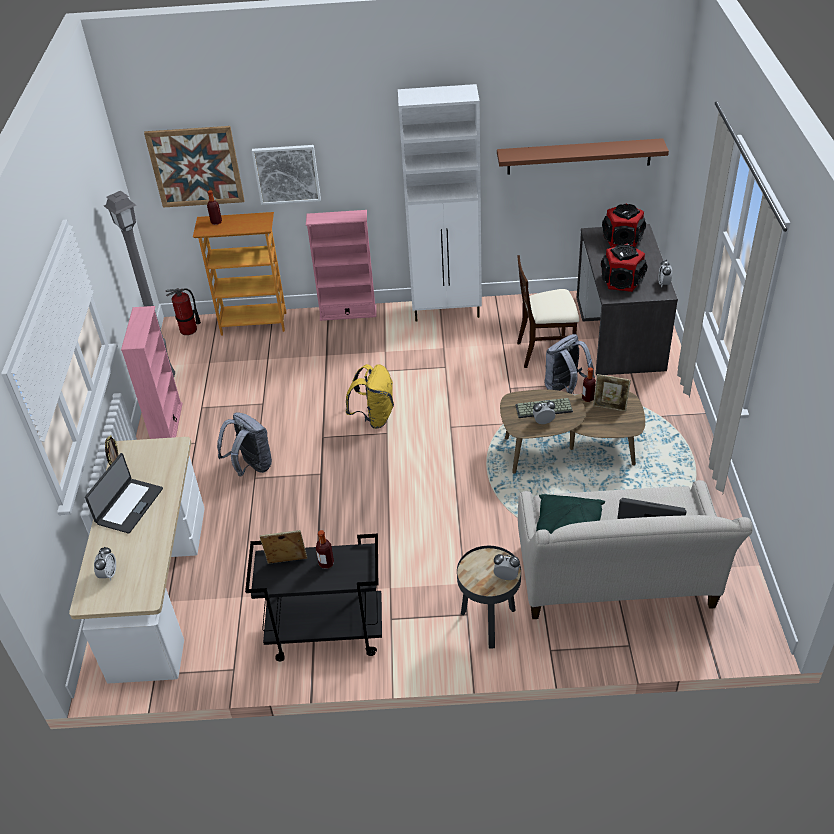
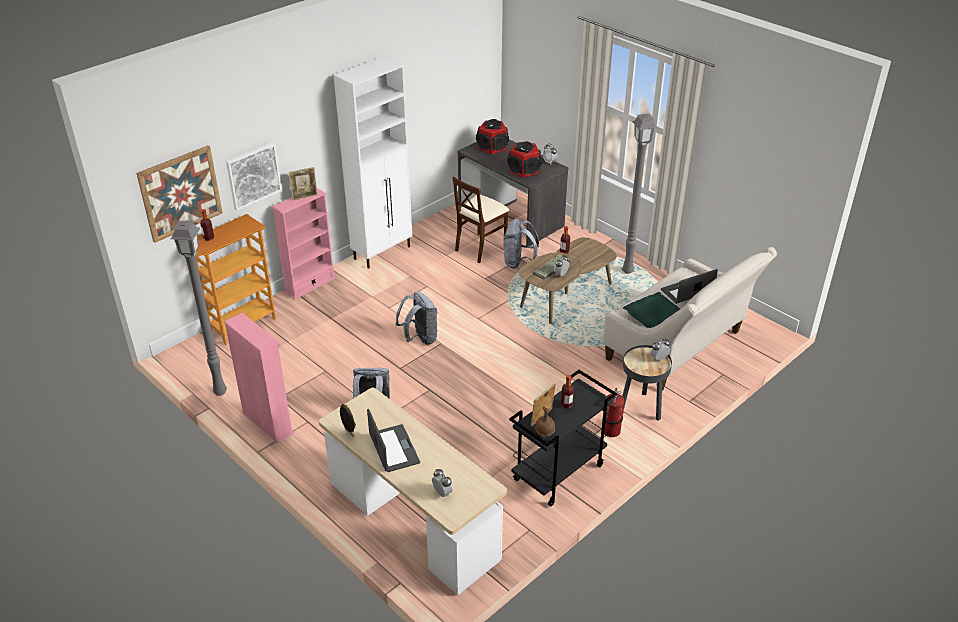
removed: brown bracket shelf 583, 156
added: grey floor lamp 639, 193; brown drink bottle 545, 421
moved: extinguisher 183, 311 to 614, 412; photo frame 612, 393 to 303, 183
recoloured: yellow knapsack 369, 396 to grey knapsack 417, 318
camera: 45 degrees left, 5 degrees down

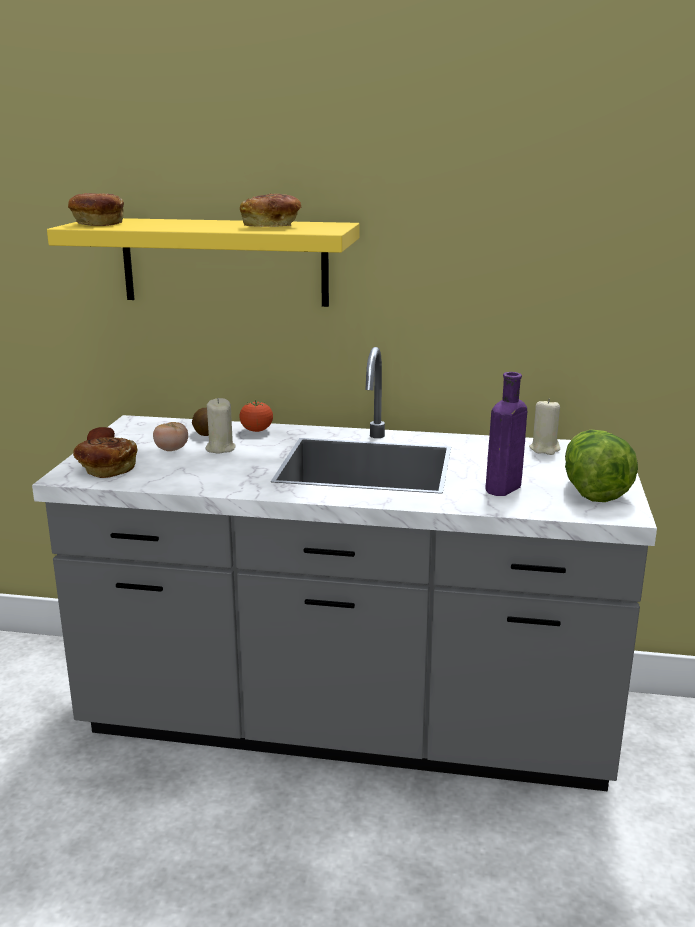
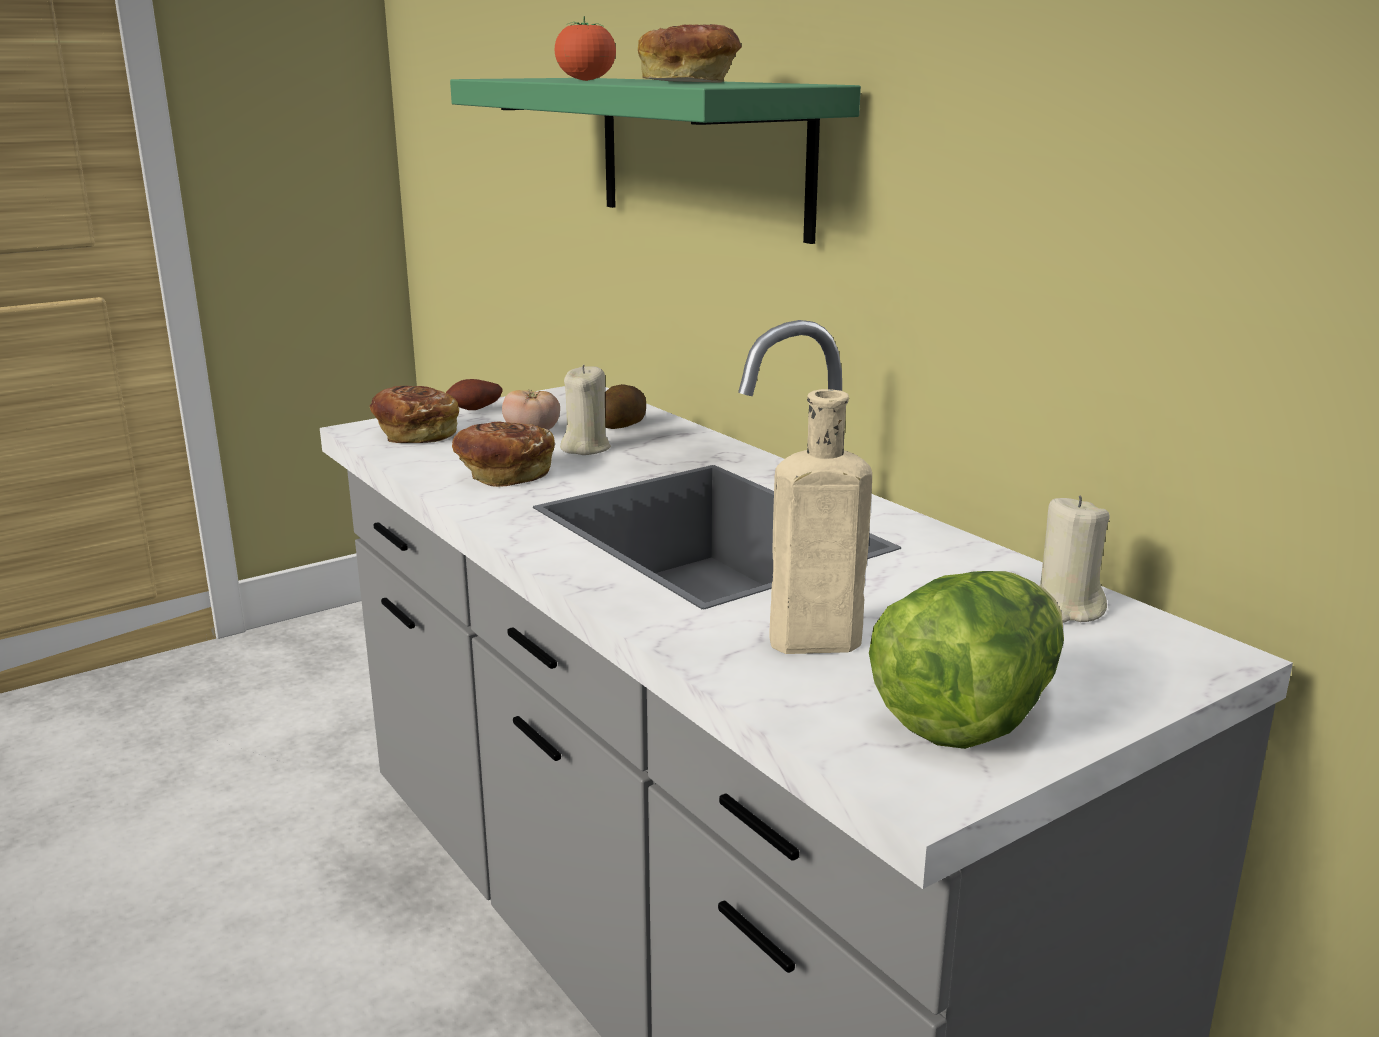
moved: bread 96, 209 to 503, 454; tomato 256, 416 to 585, 48
recoloured: yellow bracket shelf 203, 262 to greenish bracket shelf 655, 161; purple drink bottle 506, 434 to beige drink bottle 821, 521
camera: 45 degrees right, 0 degrees up

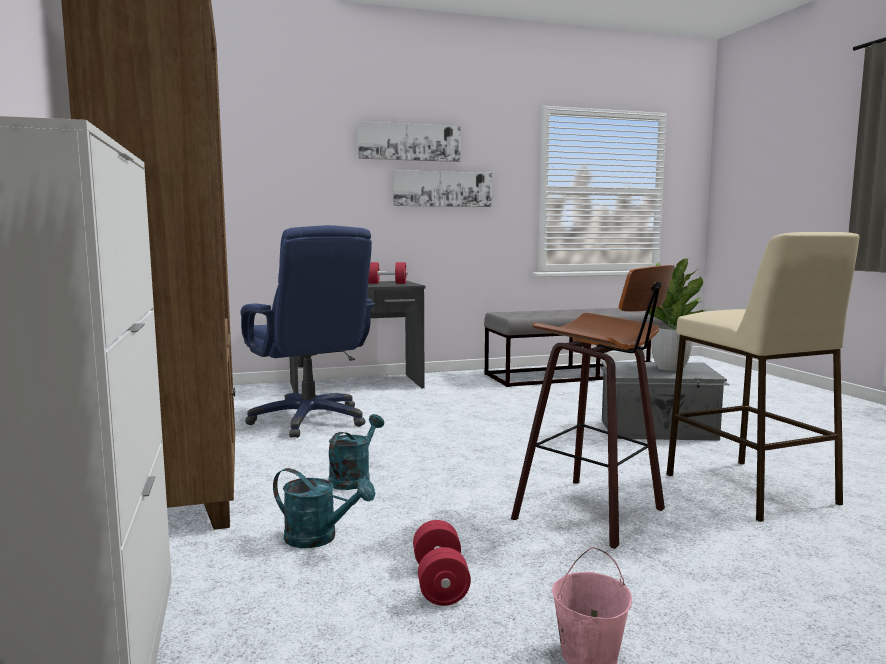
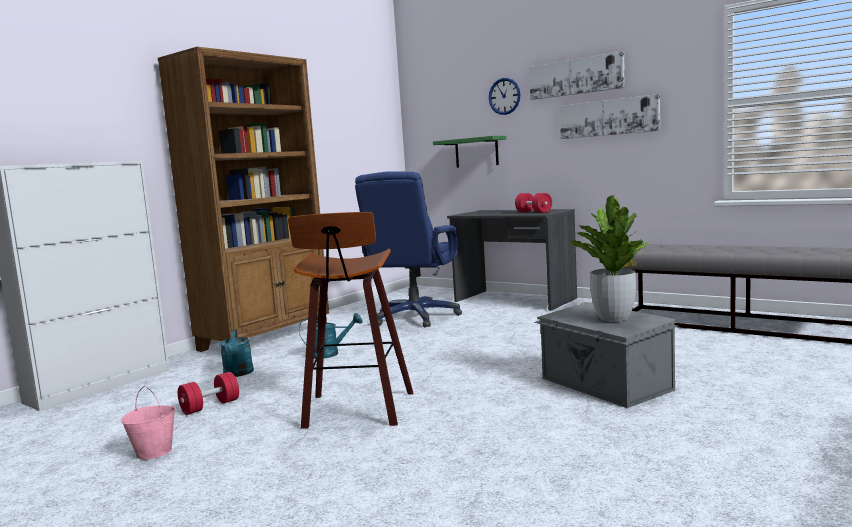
removed: beige sitting stool 763, 377
added: clock on the wall 505, 96; greenish bracket shelf 470, 152
camera: 55 degrees right, 0 degrees up

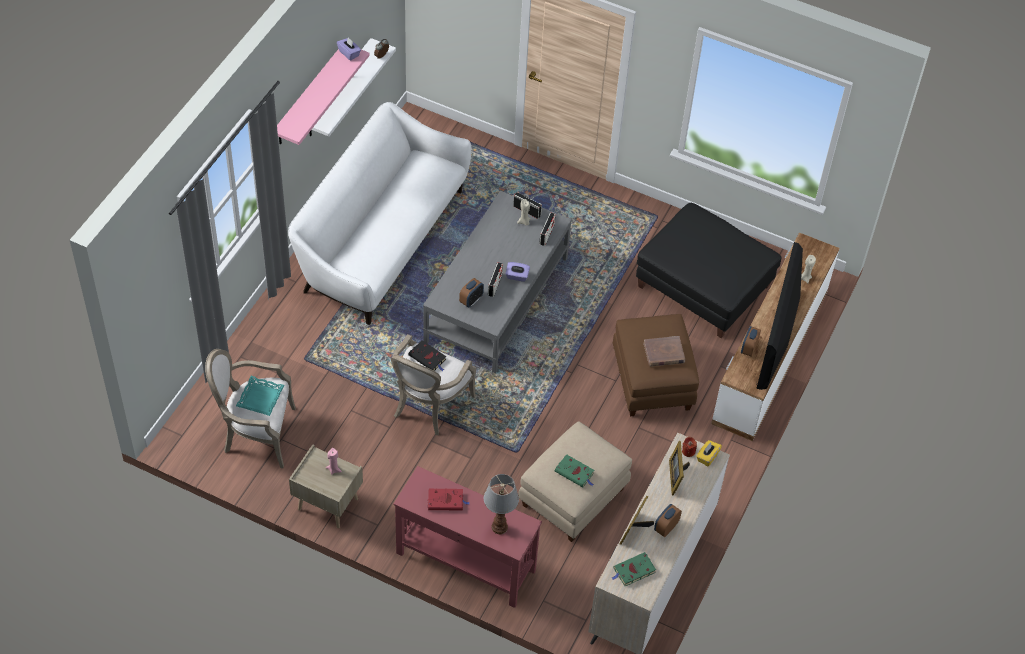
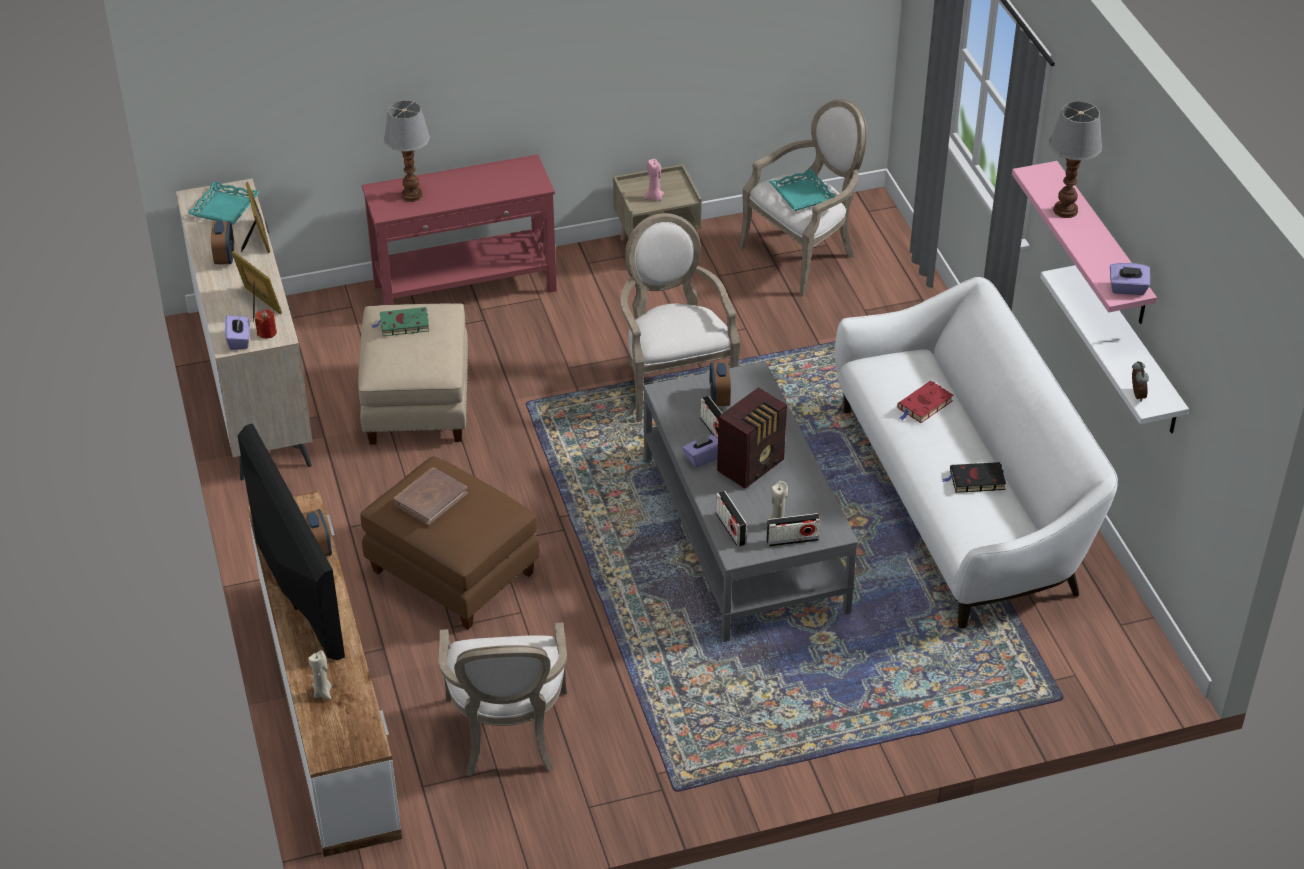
added: lamp for a table 1075, 159; radio receiver 752, 438
moved: blackish bound book 427, 355 to 974, 477; red bound book 449, 500 to 925, 402
replaced: blackish pouffe 709, 270 to armchair 502, 699; greenish bound book 634, 569 to turquoise serving tray 224, 203
recoloured: yellow tissue holder 709, 453 to purple tissue holder 237, 332
camera: 140 degrees right, 10 degrees down

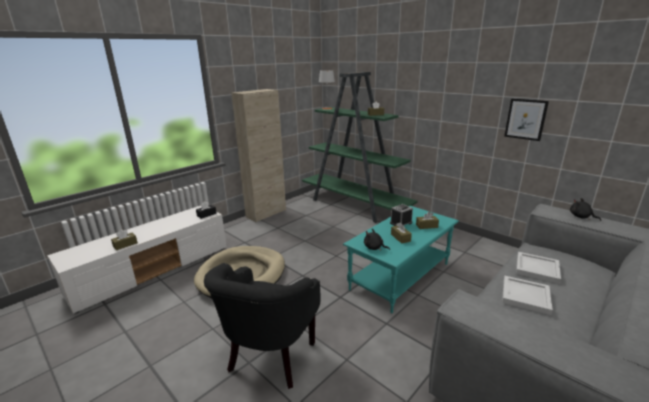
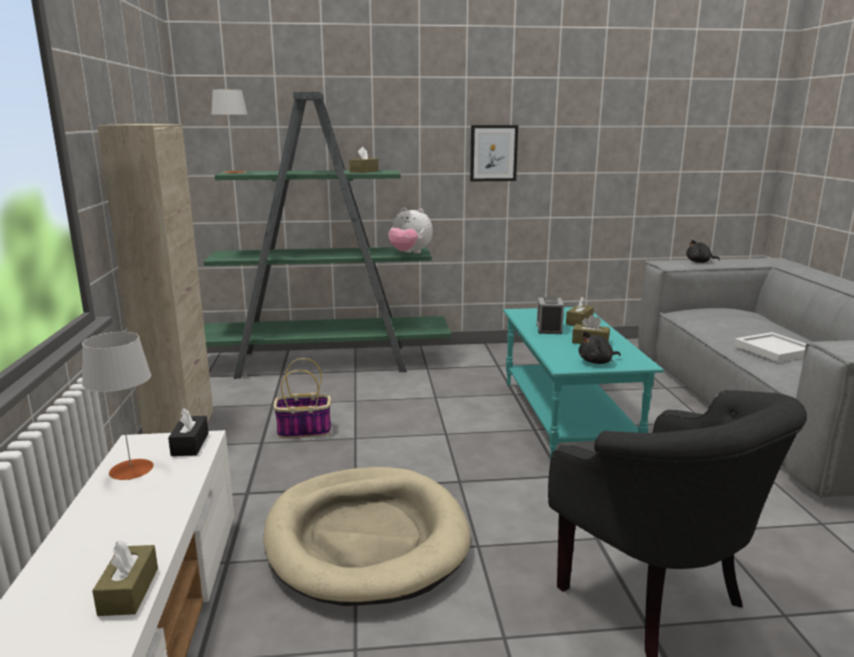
removed: whitish serving tray 538, 268
added: soft toy 410, 231; grey lamp for a table 118, 406; basket 302, 398
moved: picture 526, 120 to 494, 153
camera: 50 degrees left, 5 degrees down

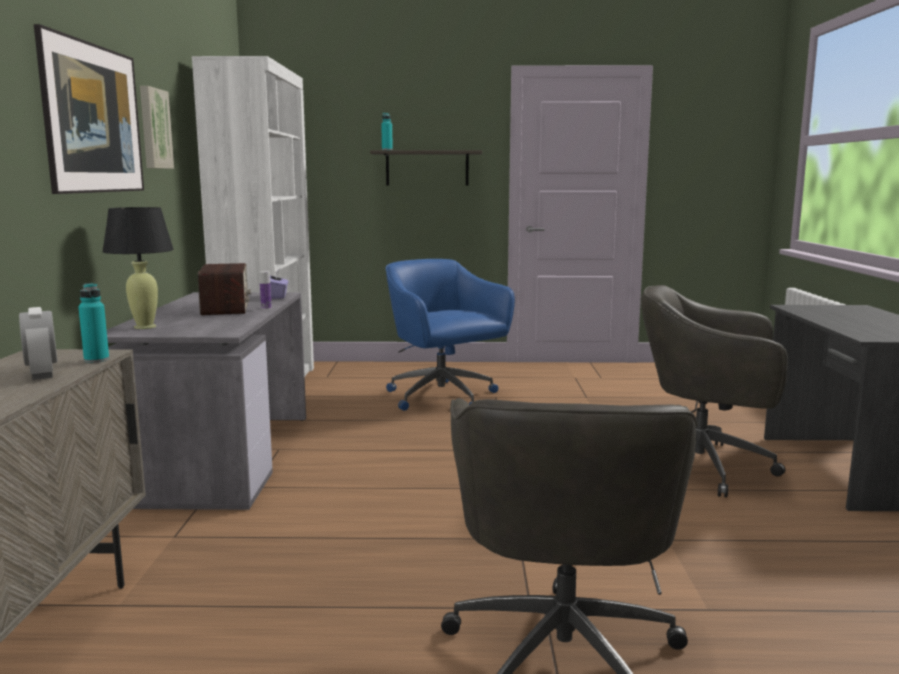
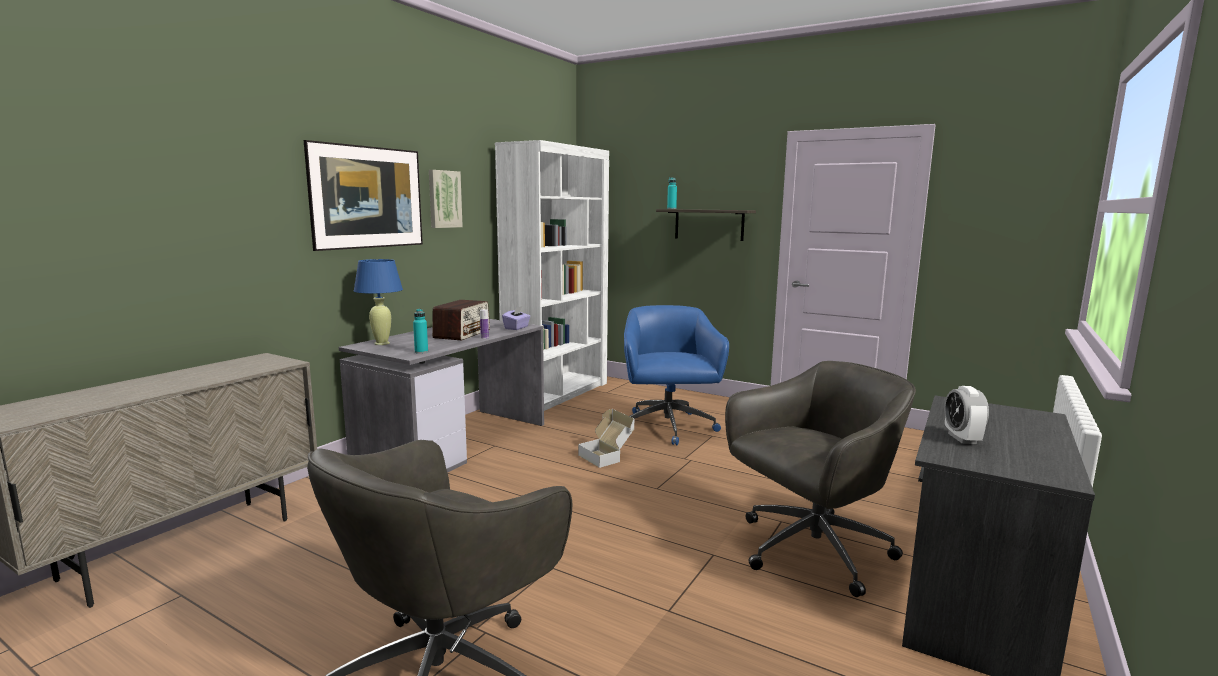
added: cardboard box 606, 438
moved: turquoise drink bottle 93, 323 to 420, 331; table clock 38, 343 to 966, 415
recoloured: blackish lamp for a table 138, 268 to bluish lamp for a table 378, 302
turned: grey computer chair 714, 391 = 820, 479 105 degrees clockwise
camera: 30 degrees right, 0 degrees up

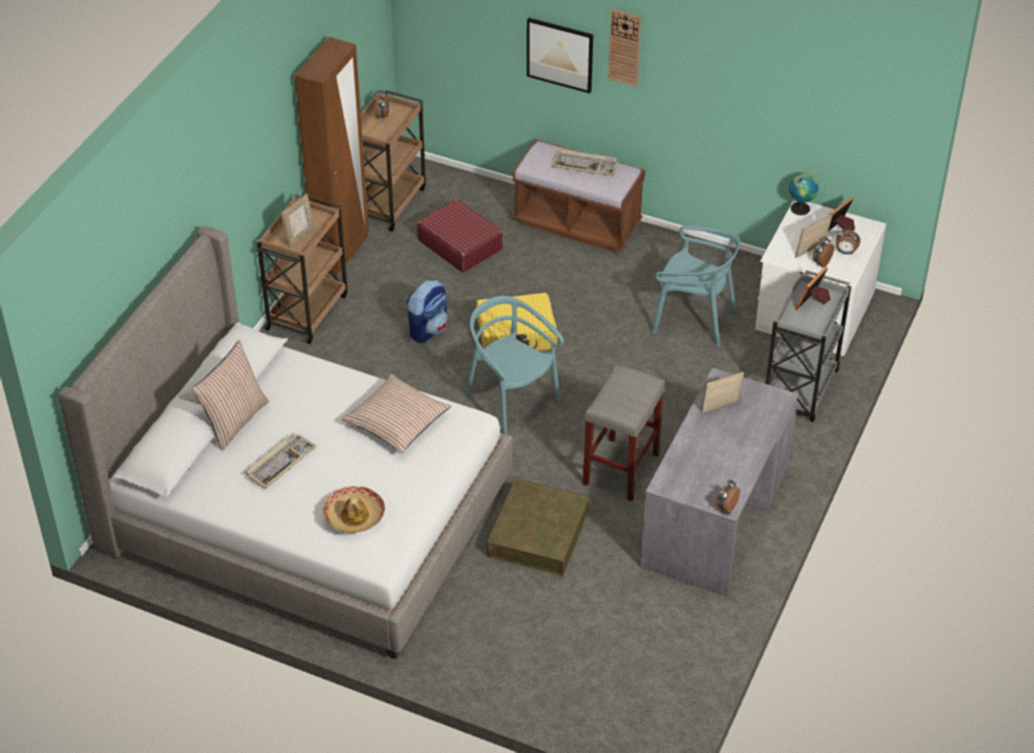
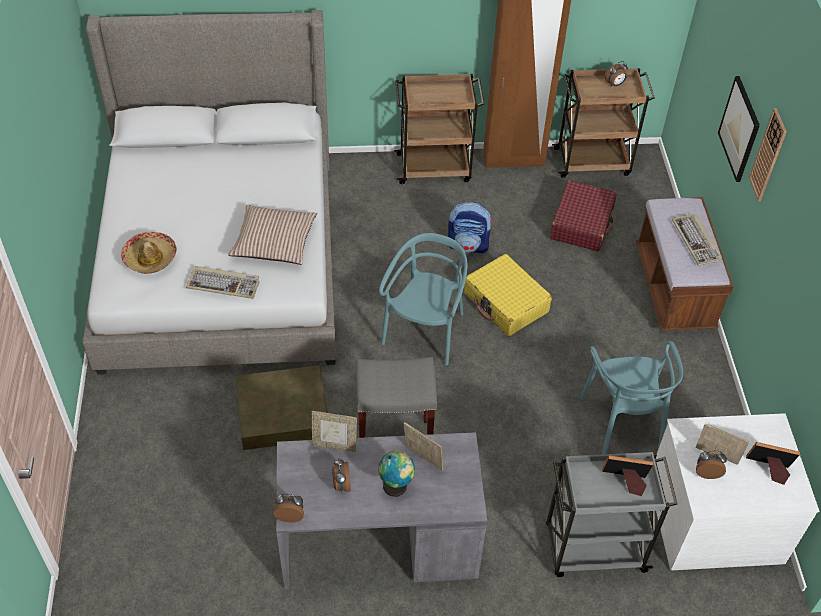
removed: pillow 230, 395
moved: globe 803, 194 to 397, 474; photo frame 297, 221 to 334, 431; table clock 848, 241 to 341, 475; keyboard 280, 460 to 223, 282
camera: 60 degrees right, 5 degrees up

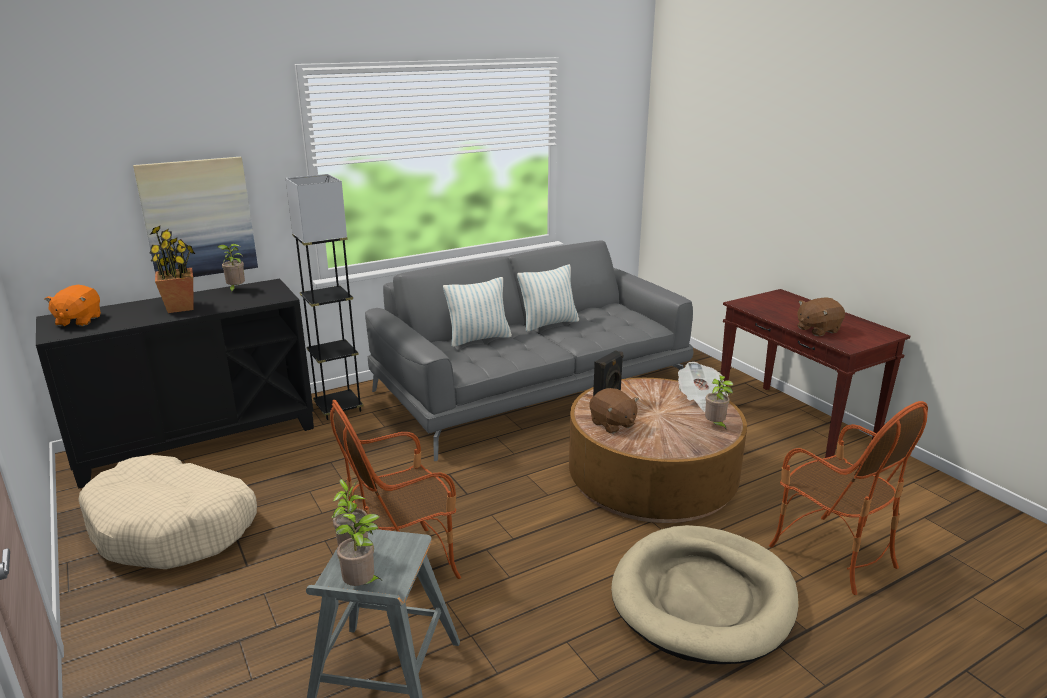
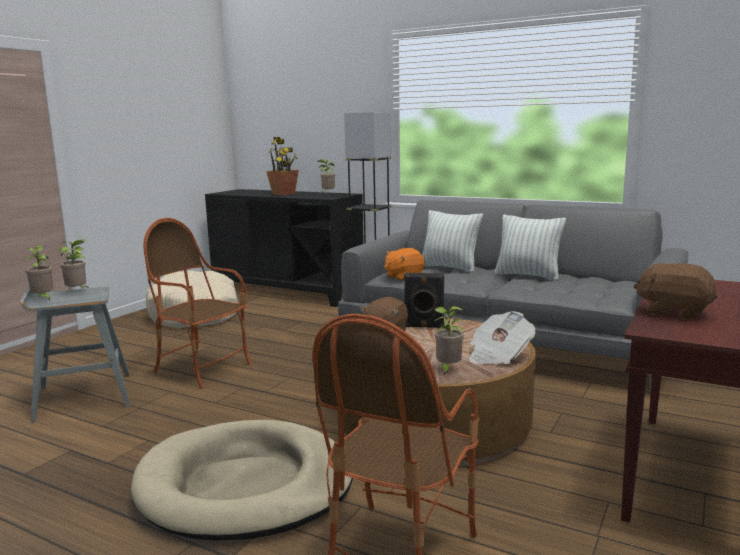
removed: picture 195, 217
moved: orangey soft toy 73, 305 to 404, 264
camera: 60 degrees right, 10 degrees down

